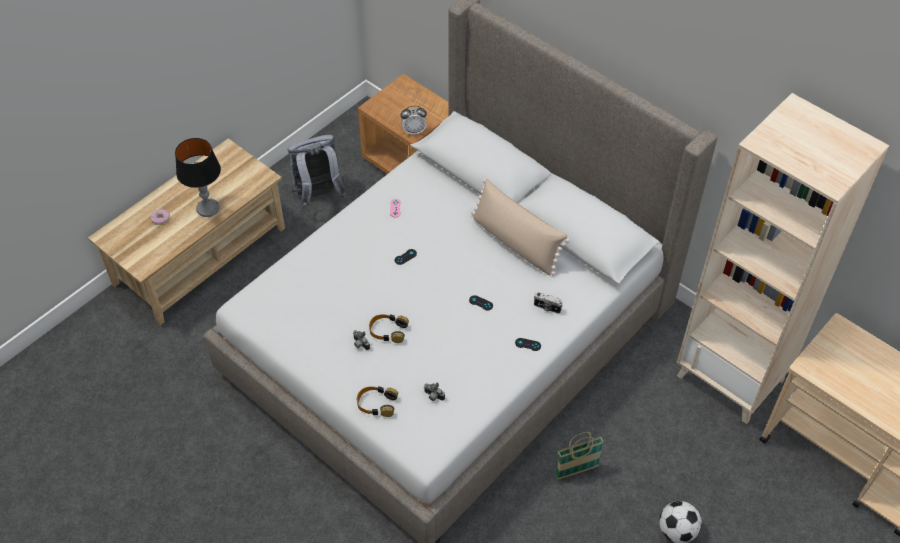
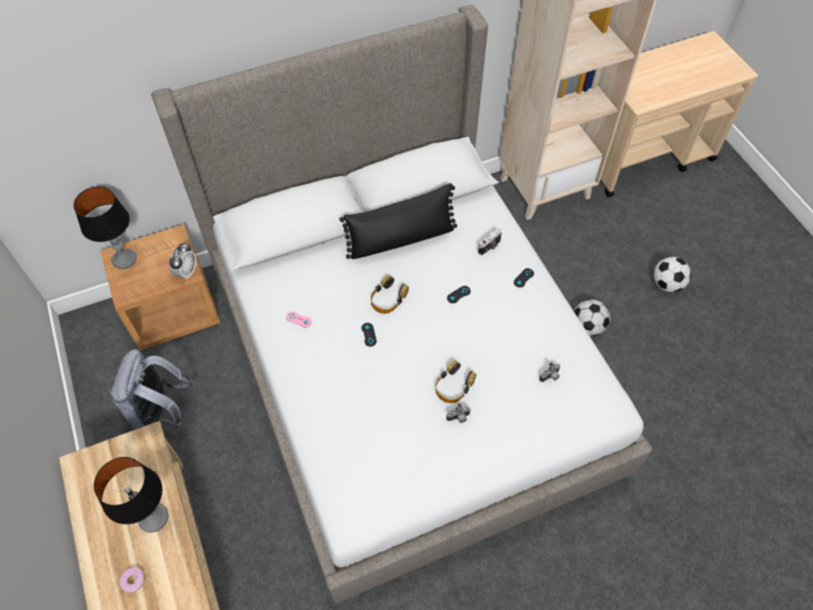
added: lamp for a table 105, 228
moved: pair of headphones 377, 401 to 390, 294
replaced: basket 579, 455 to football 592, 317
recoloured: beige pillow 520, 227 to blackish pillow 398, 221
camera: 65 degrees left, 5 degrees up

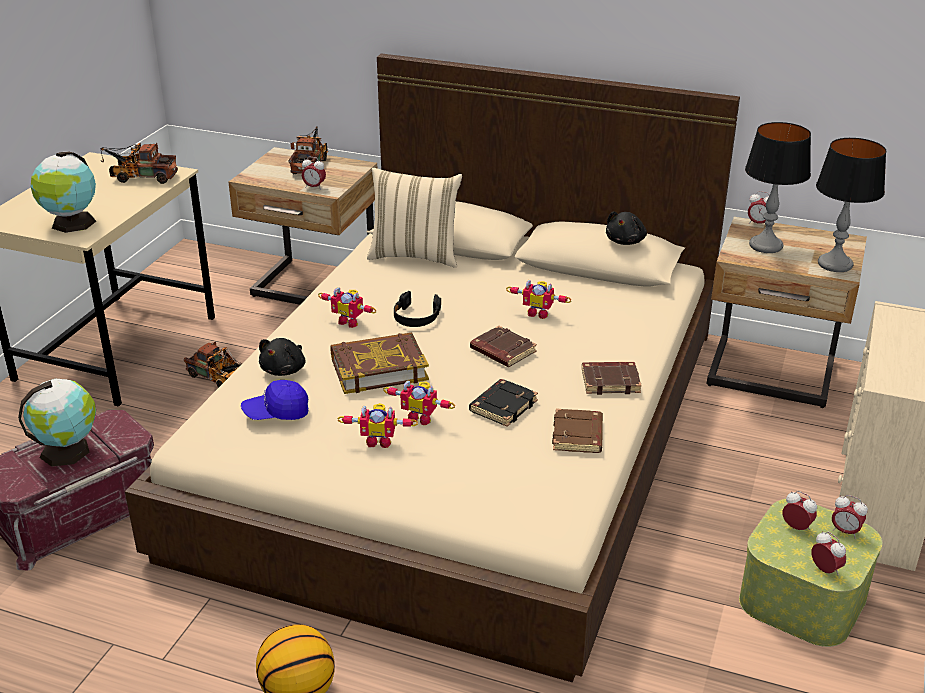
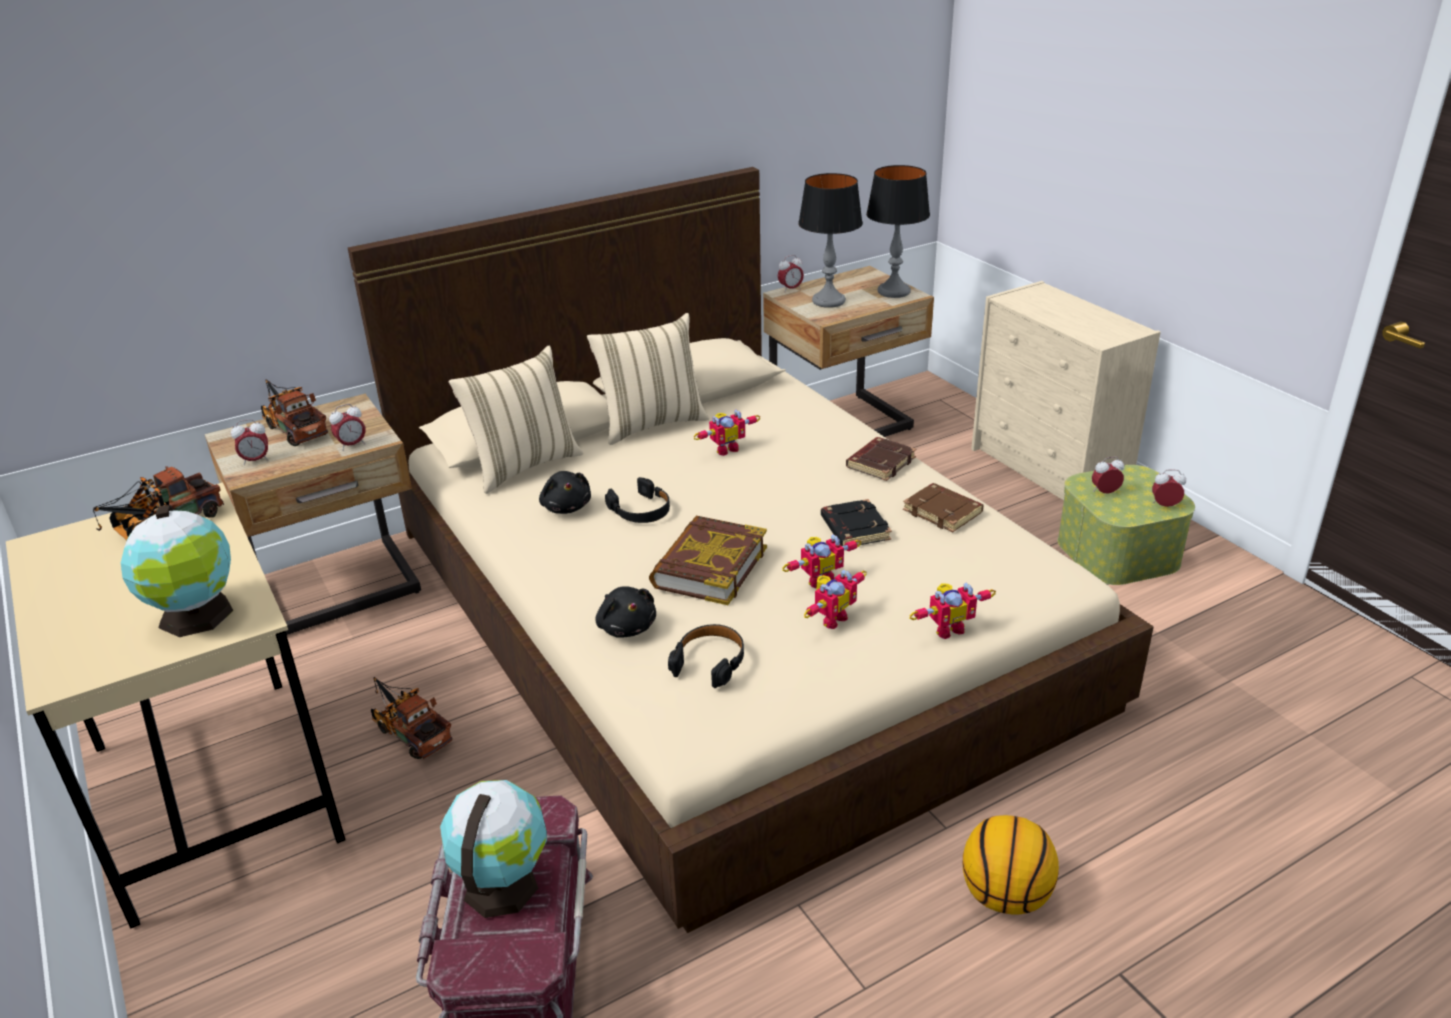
removed: brown bound book 503, 346
added: beige pillow 648, 379
moved: blackish soft toy 626, 228 to 565, 492; robot figure 347, 307 to 952, 611; table clock 850, 517 to 250, 442
replaced: bluish baseball cap 275, 400 to blackish pair of headphones 706, 656
turned: toy truck 213, 365 = 412, 718 120 degrees counterclockwise
camera: 50 degrees left, 0 degrees up

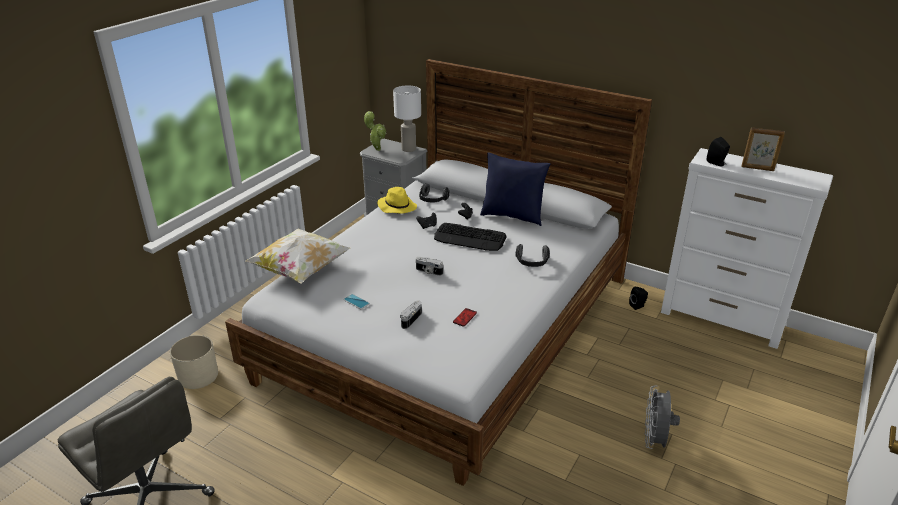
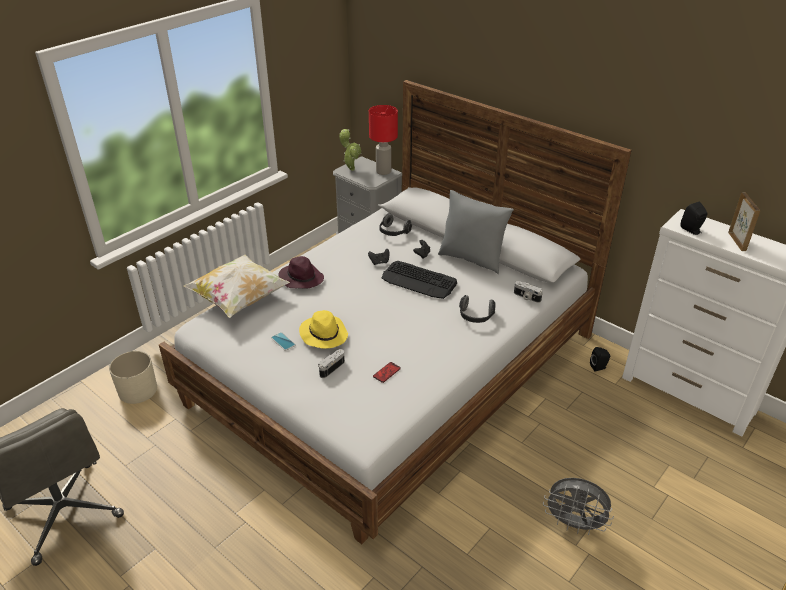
added: purple wearable hat 301, 272
moved: yellow wearable hat 397, 200 to 323, 329; photo camera 429, 266 to 528, 292
recoloured: whitish lamp for a table 407, 118 to red lamp for a table 383, 140; bluish pillow 515, 189 to grey pillow 476, 232
turned: photo frame 763, 149 = 744, 221 120 degrees counterclockwise; grey electric fan 662, 417 = 578, 506 90 degrees counterclockwise
camera: 10 degrees right, 5 degrees up

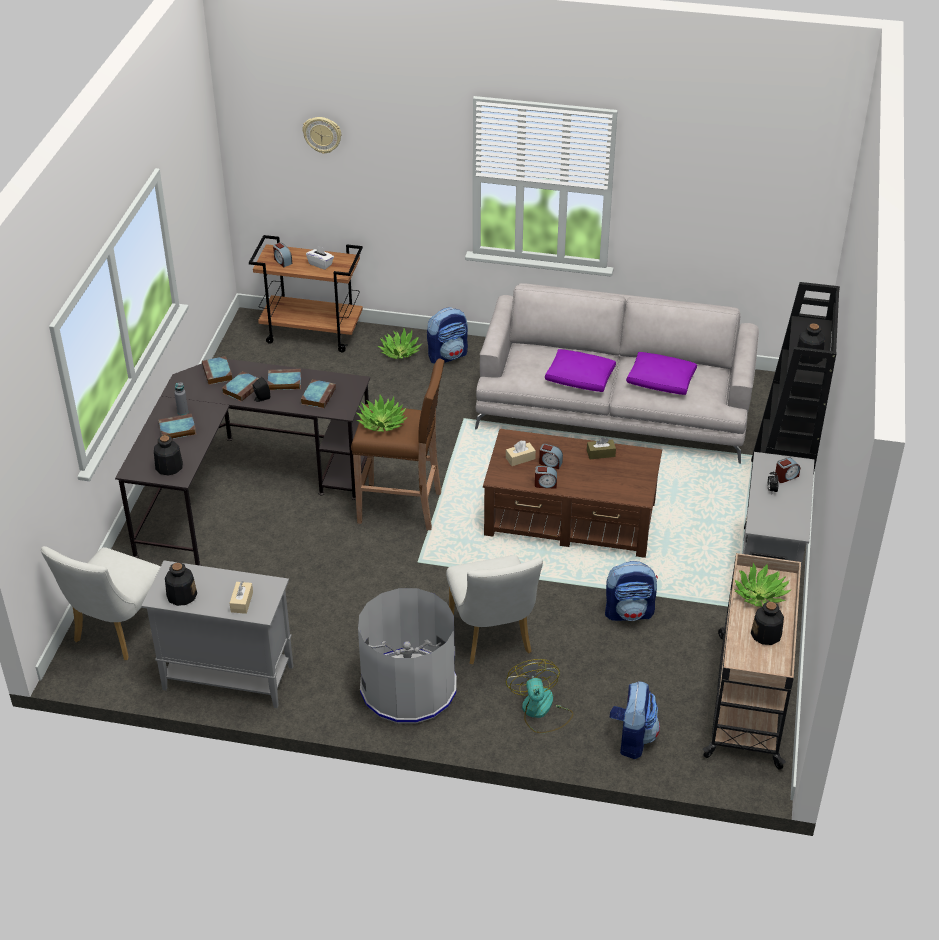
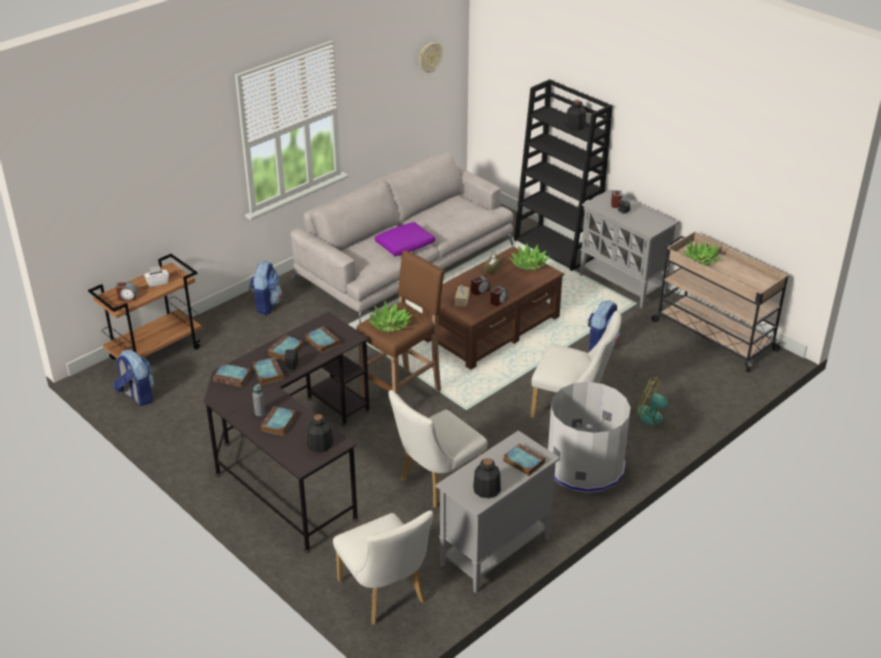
removed: purple pillow 661, 373; drink bottle 767, 623
added: whitish upright chair 438, 449
moved: clock on the wall 321, 135 to 430, 57; potted plant 400, 343 to 530, 256; knapsack 634, 720 to 133, 378
replaced: beige tissue holder 241, 597 to bound book 524, 459
camera: 55 degrees left, 5 degrees down

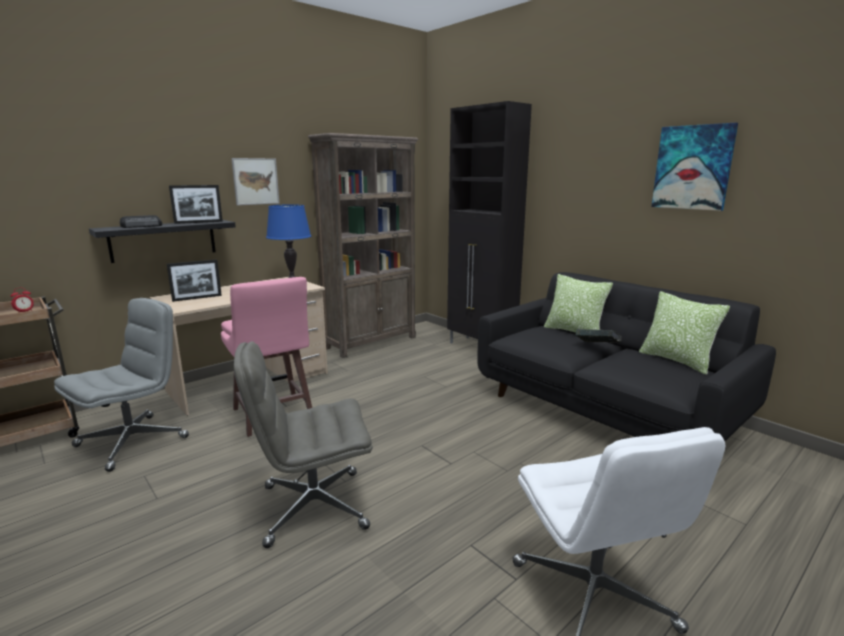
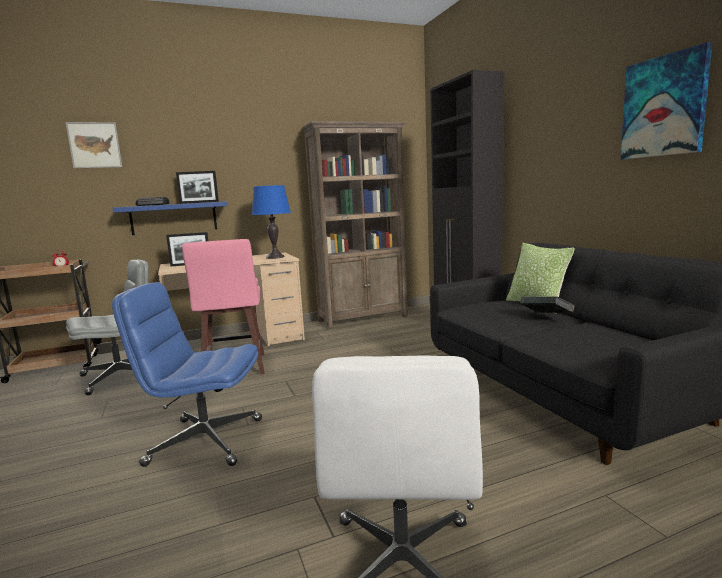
removed: pillow 684, 333
moved: picture 255, 181 to 93, 145
recoloured: blackish bracket shelf 162, 241 to bluish bracket shelf 170, 218; grey computer chair 303, 444 to bluish computer chair 187, 374
camera: 20 degrees right, 5 degrees down

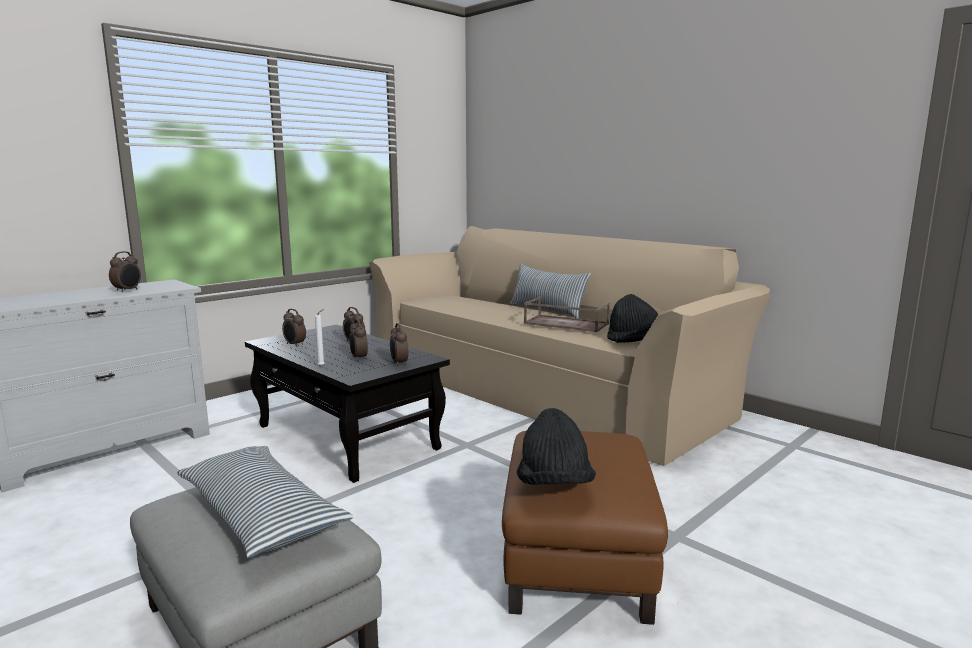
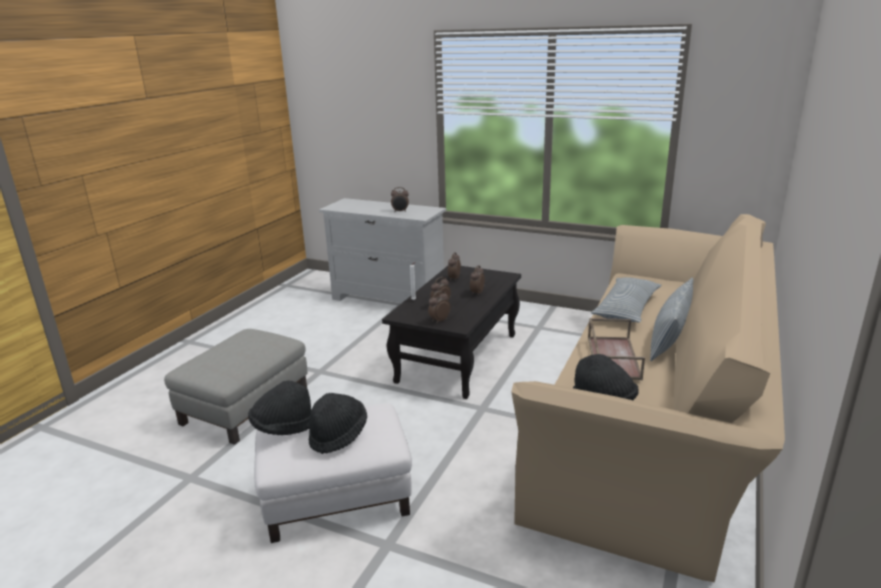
added: blackish wearable hat 338, 423
moved: pillow 265, 502 to 626, 300
recoloured: brown pouffe 585, 528 to whitish pouffe 333, 473
camera: 70 degrees right, 10 degrees up

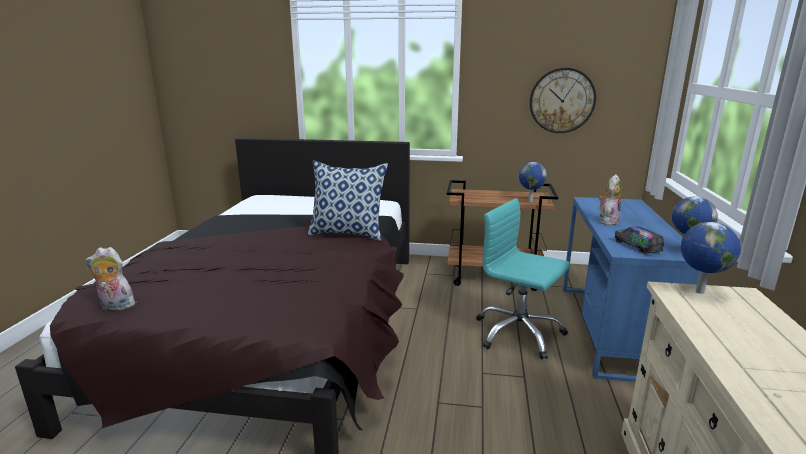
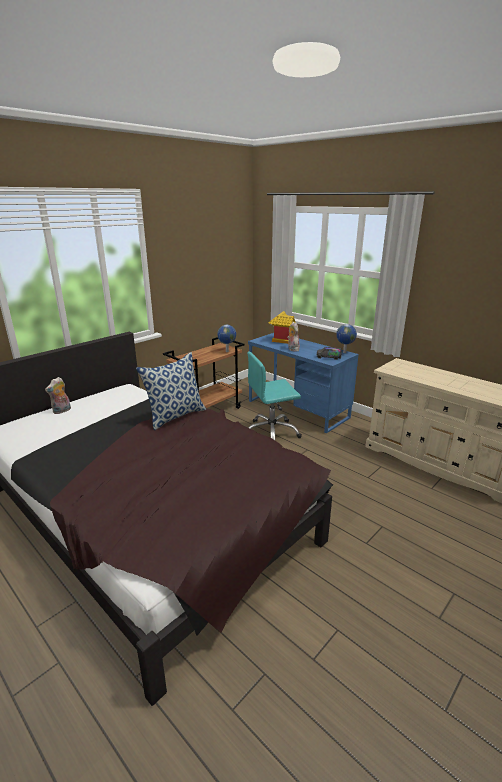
removed: clock on the wall 563, 100; globe 711, 258
added: model house 282, 327
moved: soft toy 110, 278 to 58, 395
camera: 55 degrees left, 5 degrees up

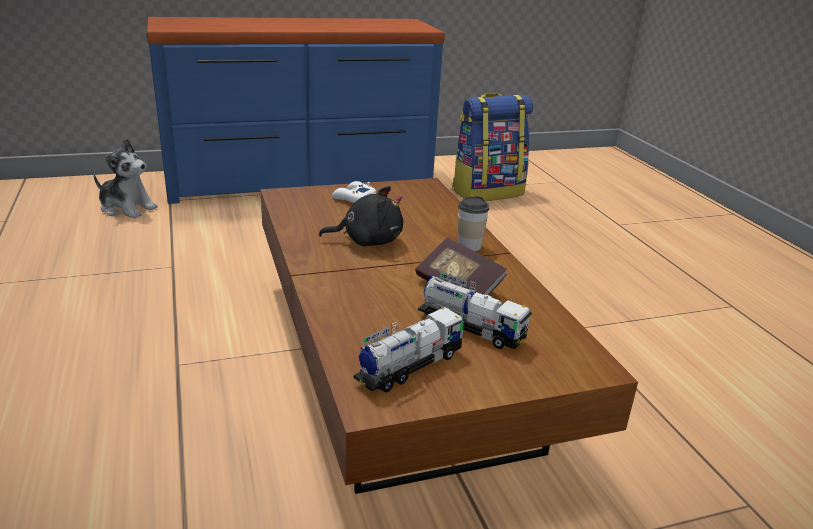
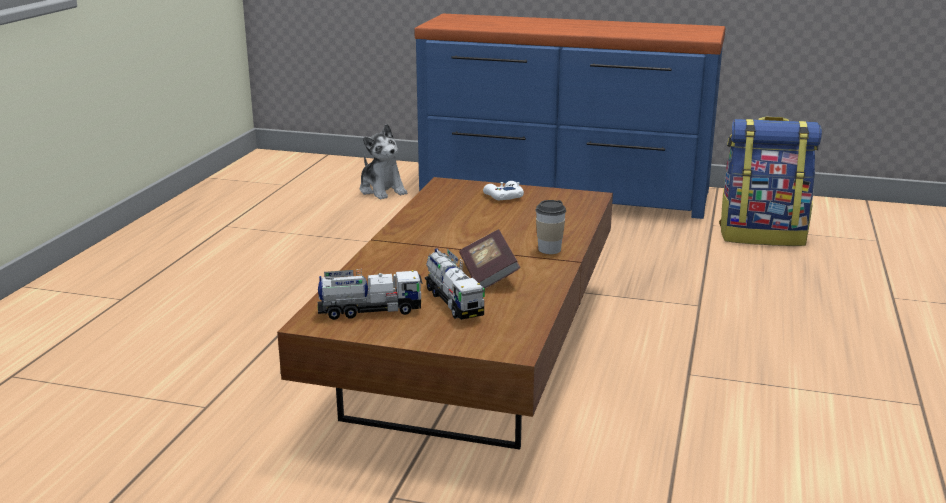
removed: blackish soft toy 361, 216
camera: 35 degrees right, 5 degrees down

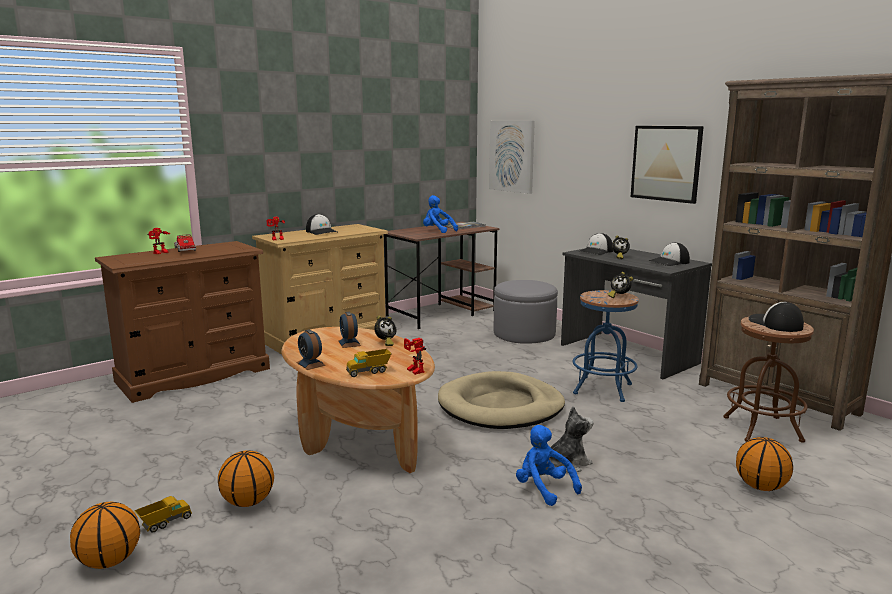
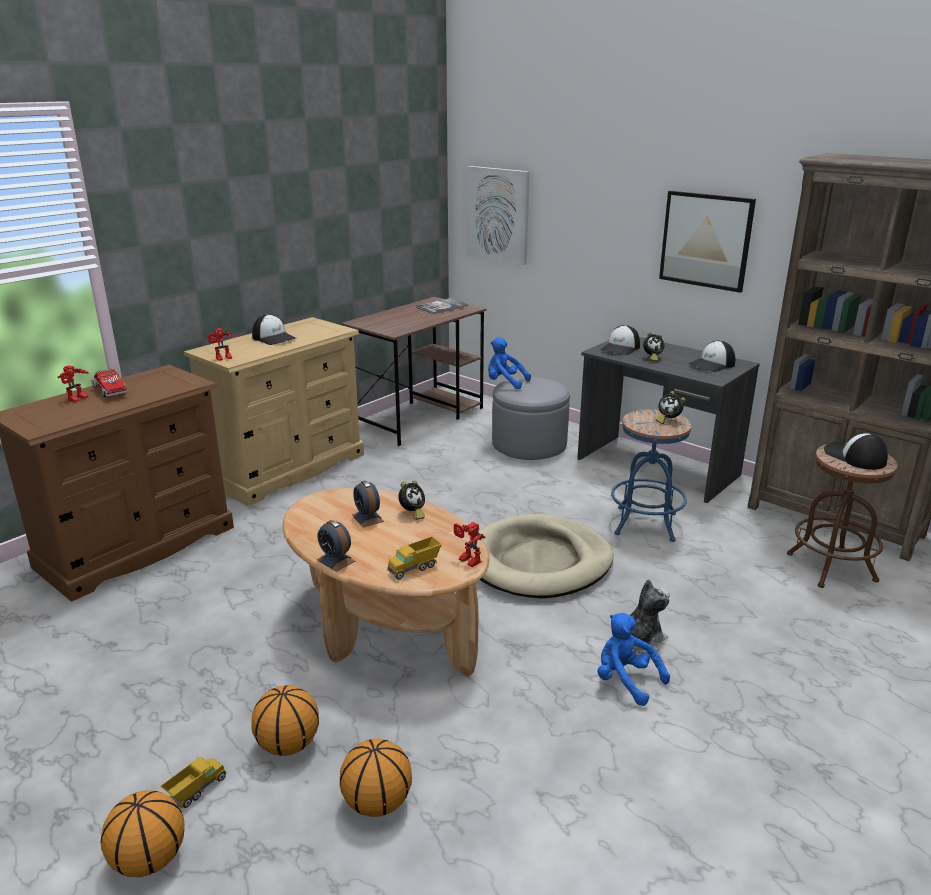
moved: bluish soft toy 440, 214 to 509, 363; ball for basketball 764, 464 to 376, 777
camera: 10 degrees left, 10 degrees up

